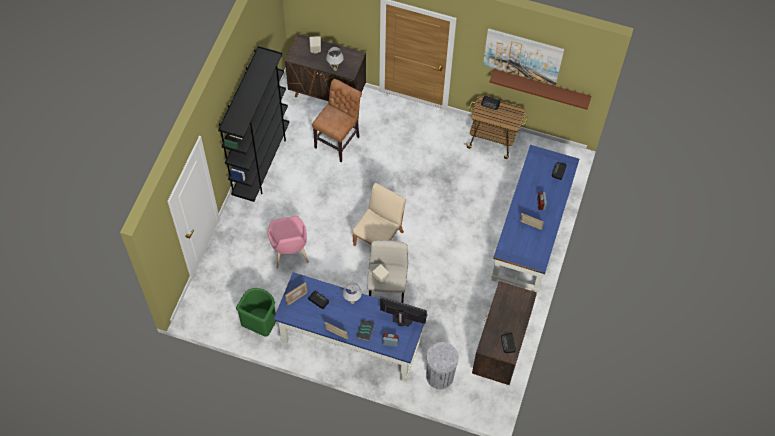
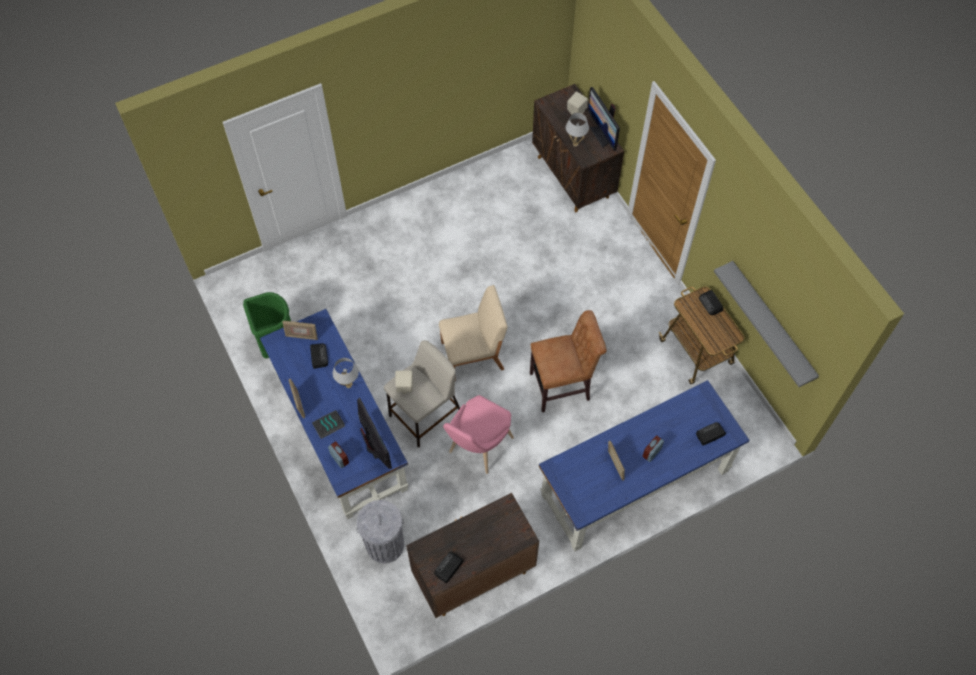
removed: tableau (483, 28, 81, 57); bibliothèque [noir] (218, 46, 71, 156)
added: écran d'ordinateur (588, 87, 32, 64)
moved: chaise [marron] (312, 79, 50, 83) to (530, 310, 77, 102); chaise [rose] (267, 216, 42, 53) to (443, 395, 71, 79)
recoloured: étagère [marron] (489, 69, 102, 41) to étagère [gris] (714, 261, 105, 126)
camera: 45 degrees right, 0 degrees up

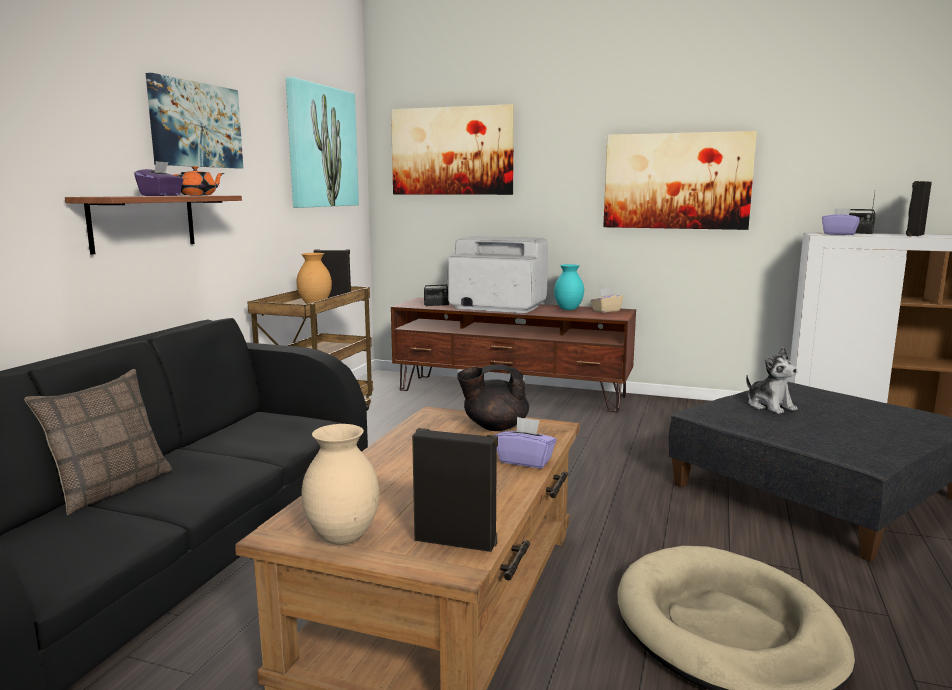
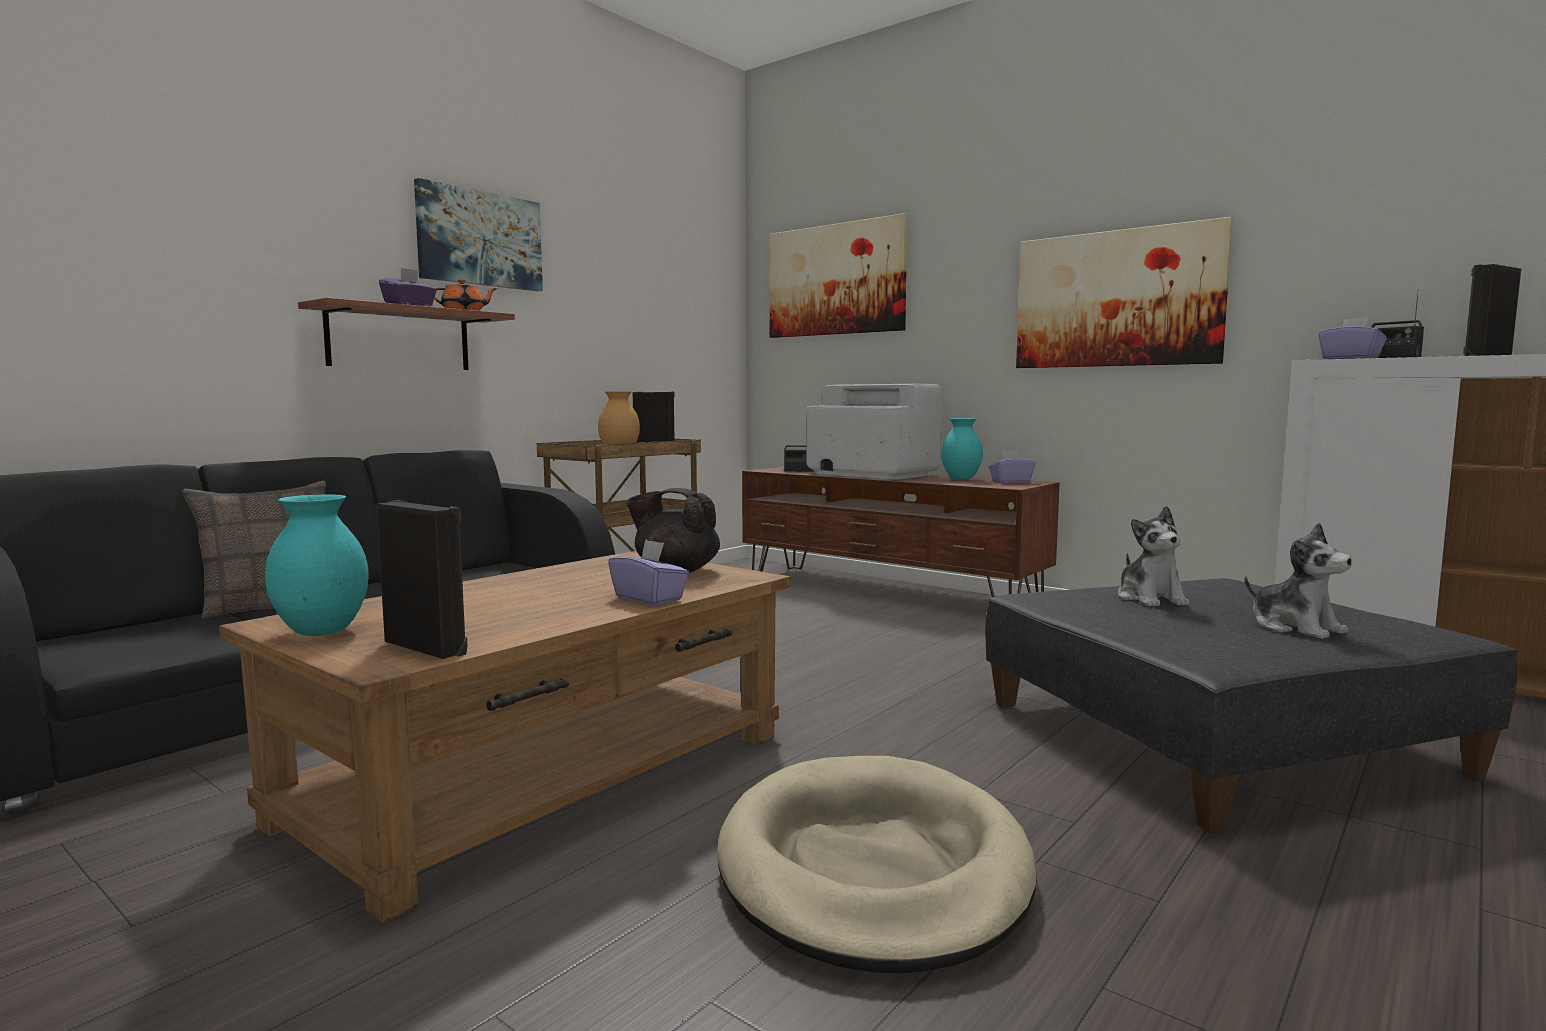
removed: tableau (286, 77, 73, 131)
added: peluche (1244, 523, 108, 116)
recoloured: boîte à mouchoirs [beige] (590, 288, 33, 25) to boîte à mouchoirs [violet] (989, 450, 46, 33); vase [beige] (301, 424, 78, 121) to vase [turquoise] (265, 494, 104, 142)
camera: 20 degrees right, 5 degrees down

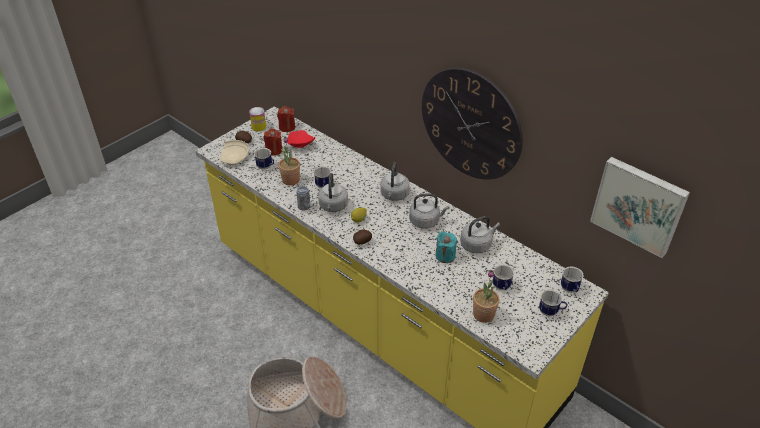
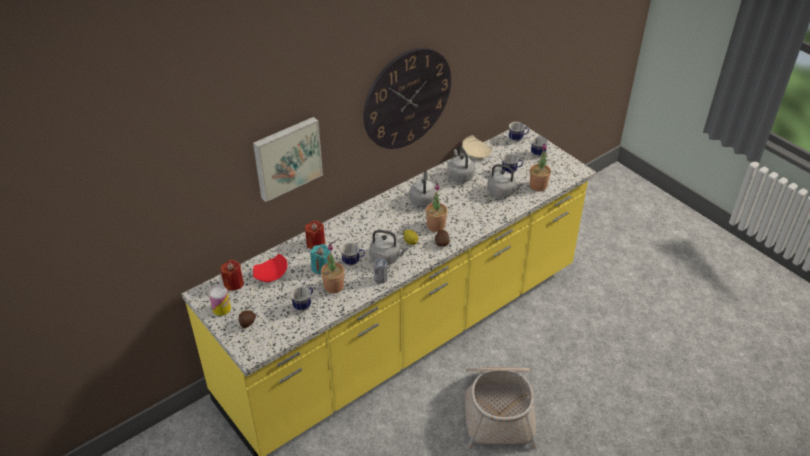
added: plante en pot (426, 183, 22, 49)
moved: bougie [rouge] (263, 128, 20, 28) to (305, 220, 20, 29); assiette [beige] (220, 140, 29, 25) to (462, 135, 31, 24); tableau (590, 157, 100, 101) to (253, 117, 70, 85); bouilloire [gris] (380, 162, 30, 39) to (487, 164, 37, 34); bougie [turquoise] (436, 231, 21, 32) to (310, 244, 21, 30)
camera: 80 degrees left, 0 degrees up

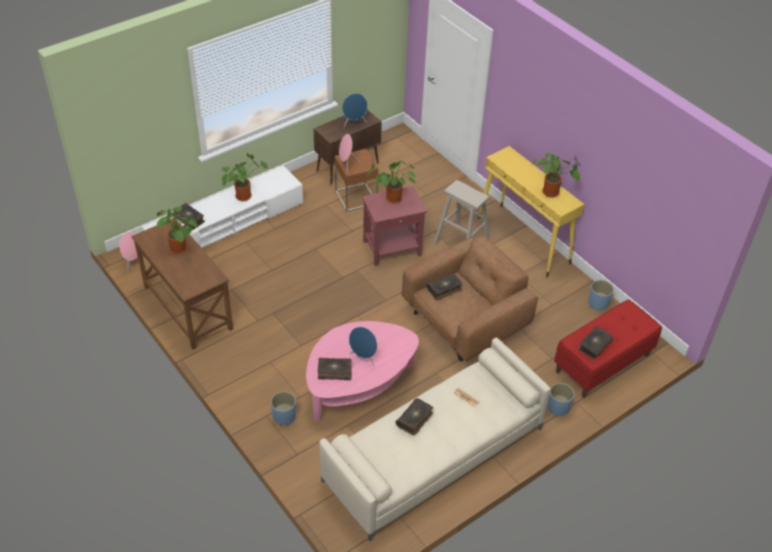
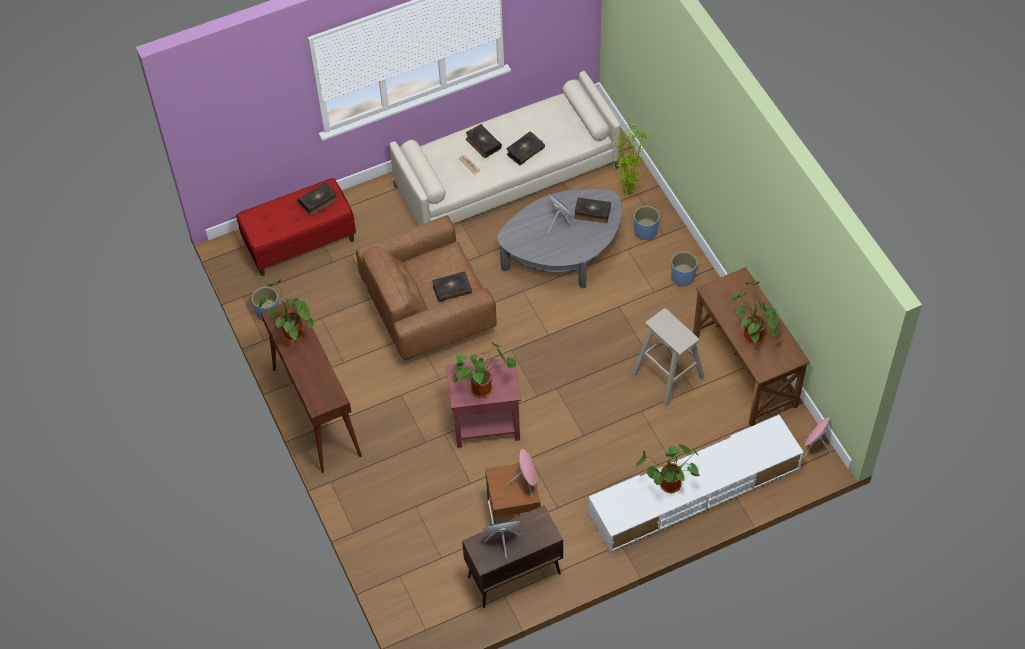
added: plante en pot (613, 122, 38, 74)
moved: tabouret [beige] (433, 180, 57, 65) to (632, 308, 73, 99); livre (172, 203, 33, 27) to (466, 124, 36, 34); cache-pot [bleu] (547, 383, 28, 34) to (671, 251, 27, 36)
recoloured: table console [jaune] (477, 146, 107, 132) to table console [marron] (261, 298, 101, 175); table basse [rose] (306, 321, 113, 100) to table basse [gris] (498, 189, 125, 100)
camera: 165 degrees left, 10 degrees up

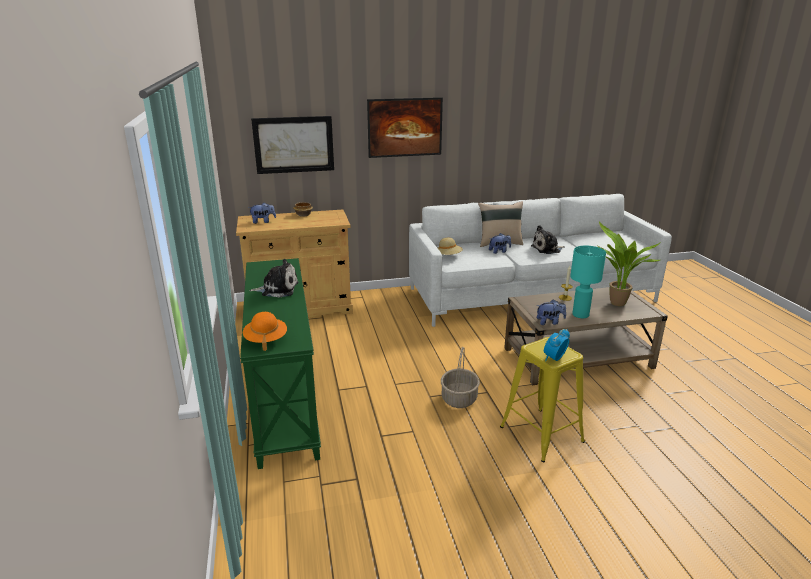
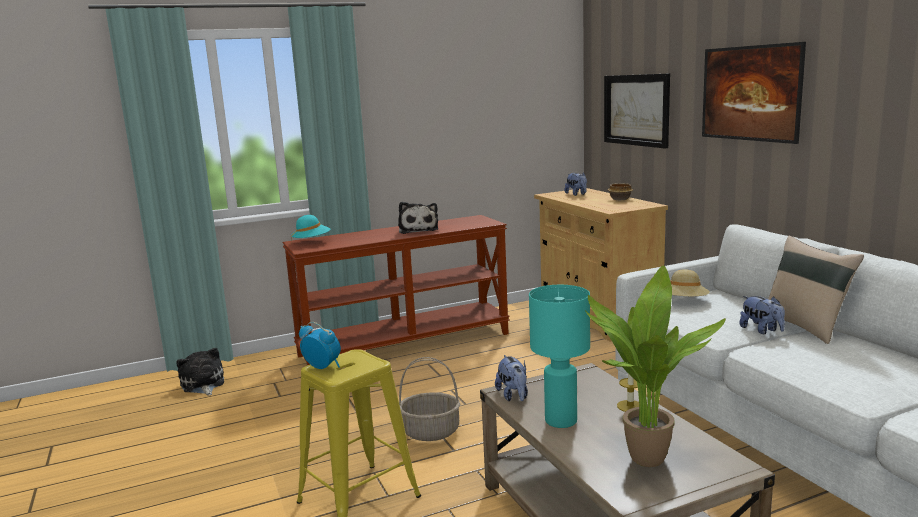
moved: peluche (531, 225, 34, 29) to (176, 348, 48, 47)
recoloured: table console [vert] (240, 258, 81, 211) to table console [marron] (282, 215, 228, 150); chapeau [orange] (243, 312, 44, 39) to chapeau [turquoise] (291, 215, 39, 27)
camera: 80 degrees right, 10 degrees down

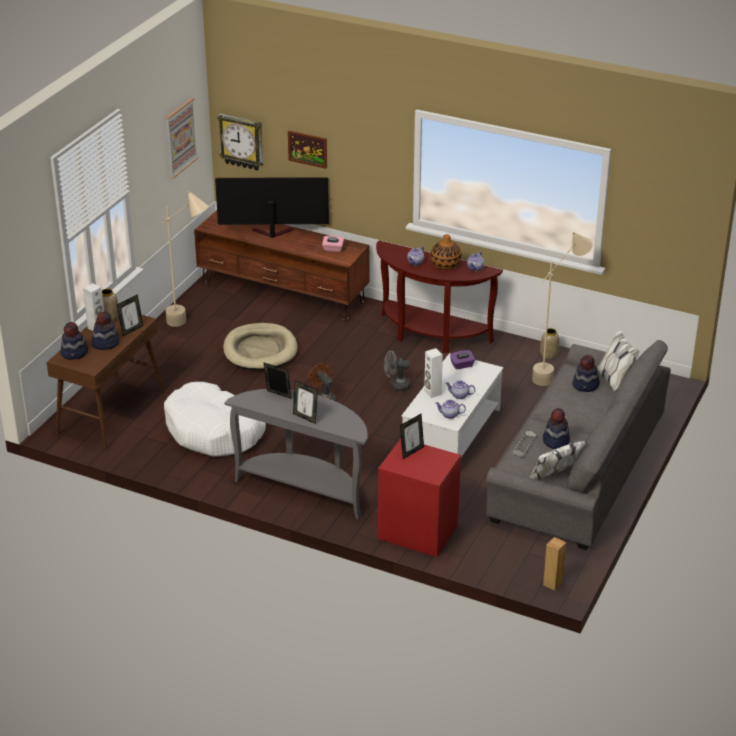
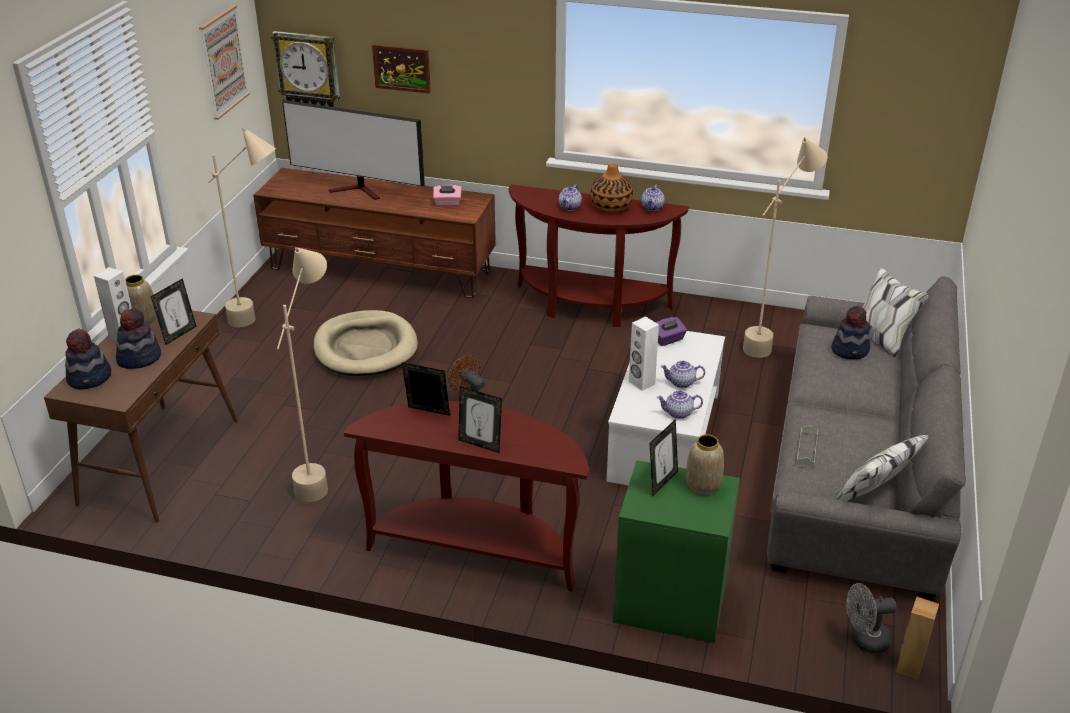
removed: chapeau (543, 408, 27, 41)
moved: vase (540, 328, 19, 32) to (686, 434, 38, 61); ventilateur [gris] (384, 351, 26, 40) to (846, 583, 51, 71)
replaced: panier pour chien [blanc] (164, 382, 102, 75) to lampadaire [beige] (277, 247, 51, 255)
recoloured: table console [gris] (225, 389, 143, 130) to table console [marron] (344, 401, 245, 191); table de chevet [rouge] (378, 439, 83, 118) to table de chevet [vert] (613, 460, 127, 183)
turned: téléviseur (215, 177, 114, 61) = (282, 100, 143, 100) 150 degrees counterclockwise
camera: 10 degrees left, 0 degrees up

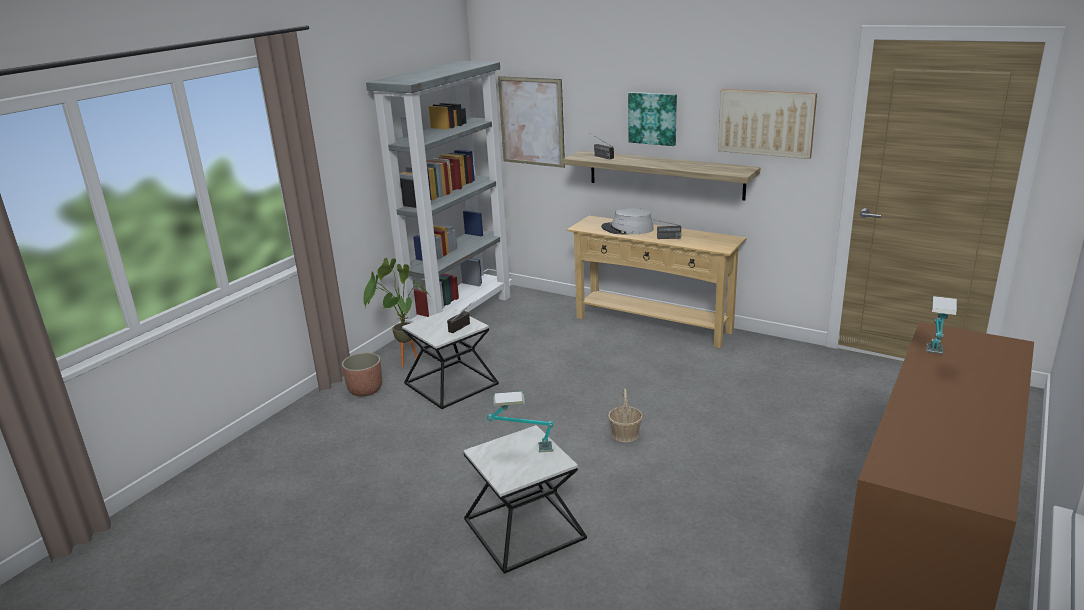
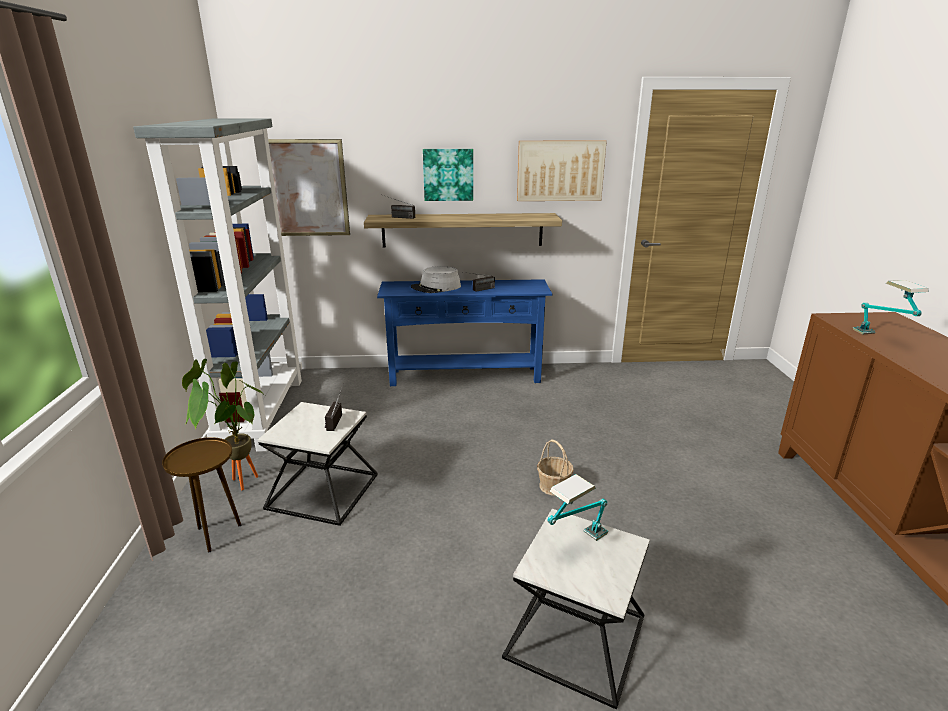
replaced: cache-pot (342, 352, 40, 44) to table d'appoint [marron] (162, 437, 79, 115)
recoloured: table console [beige] (567, 216, 179, 132) to table console [bleu] (377, 279, 175, 107)
camera: 35 degrees left, 0 degrees up

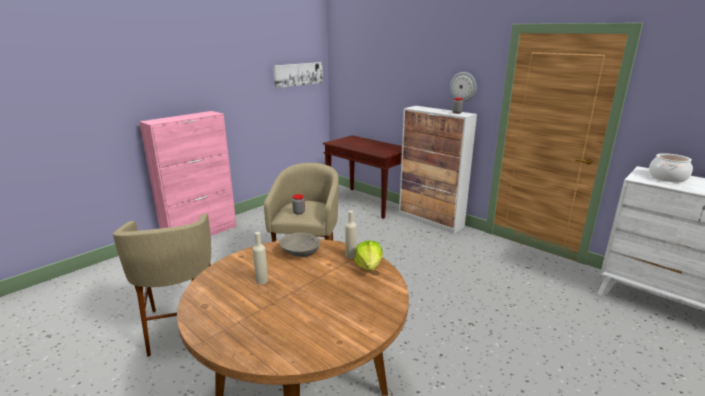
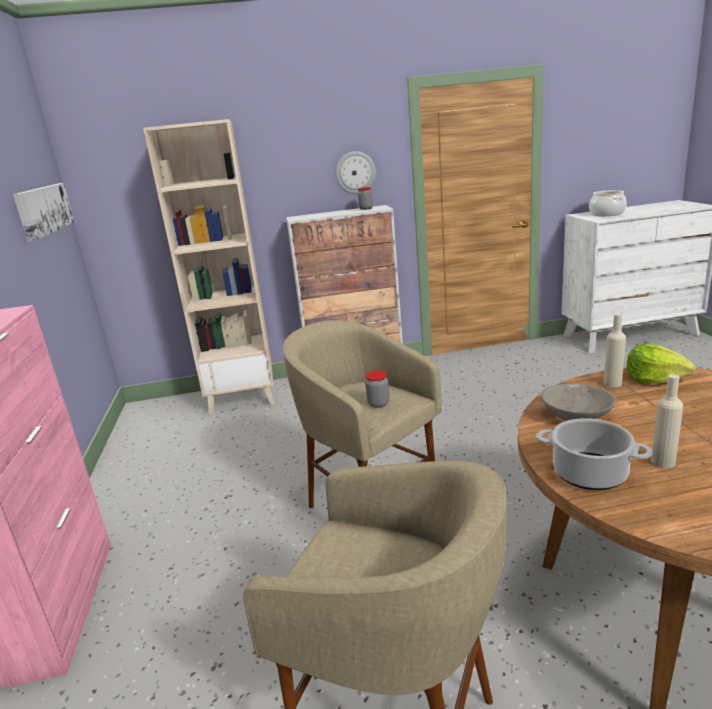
added: marmite (536, 418, 117, 72)
replaced: table console [marron] (323, 135, 79, 84) to bibliothèque [beige] (143, 119, 132, 296)
camera: 50 degrees left, 0 degrees up

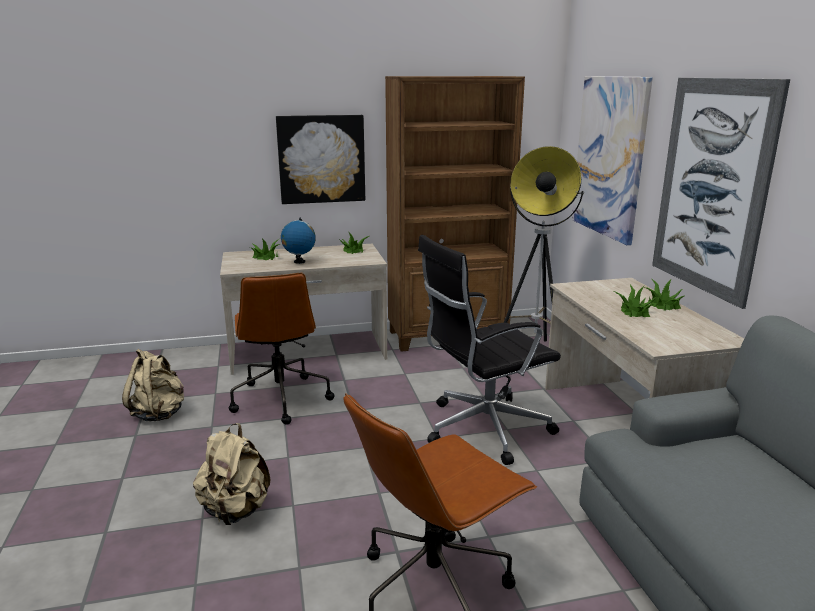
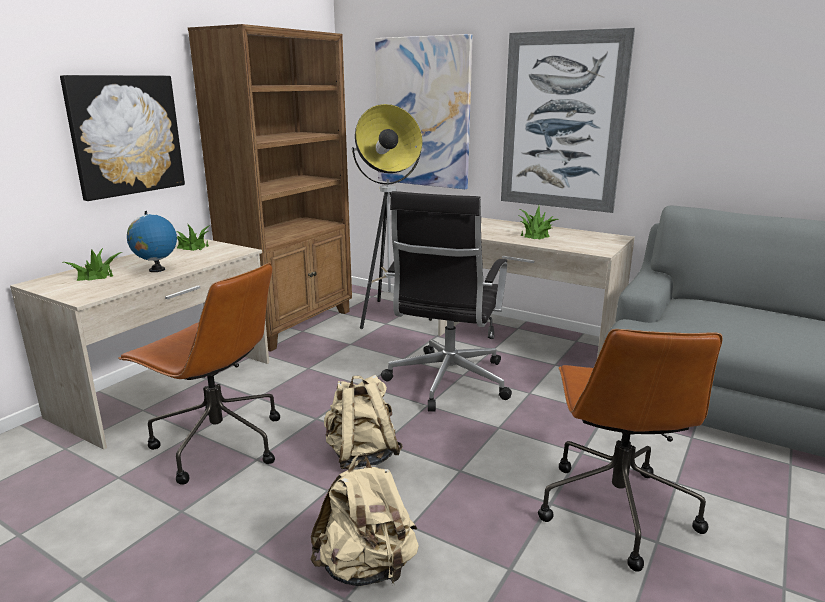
moved: sac à dos [beige] (122, 349, 62, 72) to (324, 375, 79, 94)
camera: 45 degrees left, 0 degrees up

